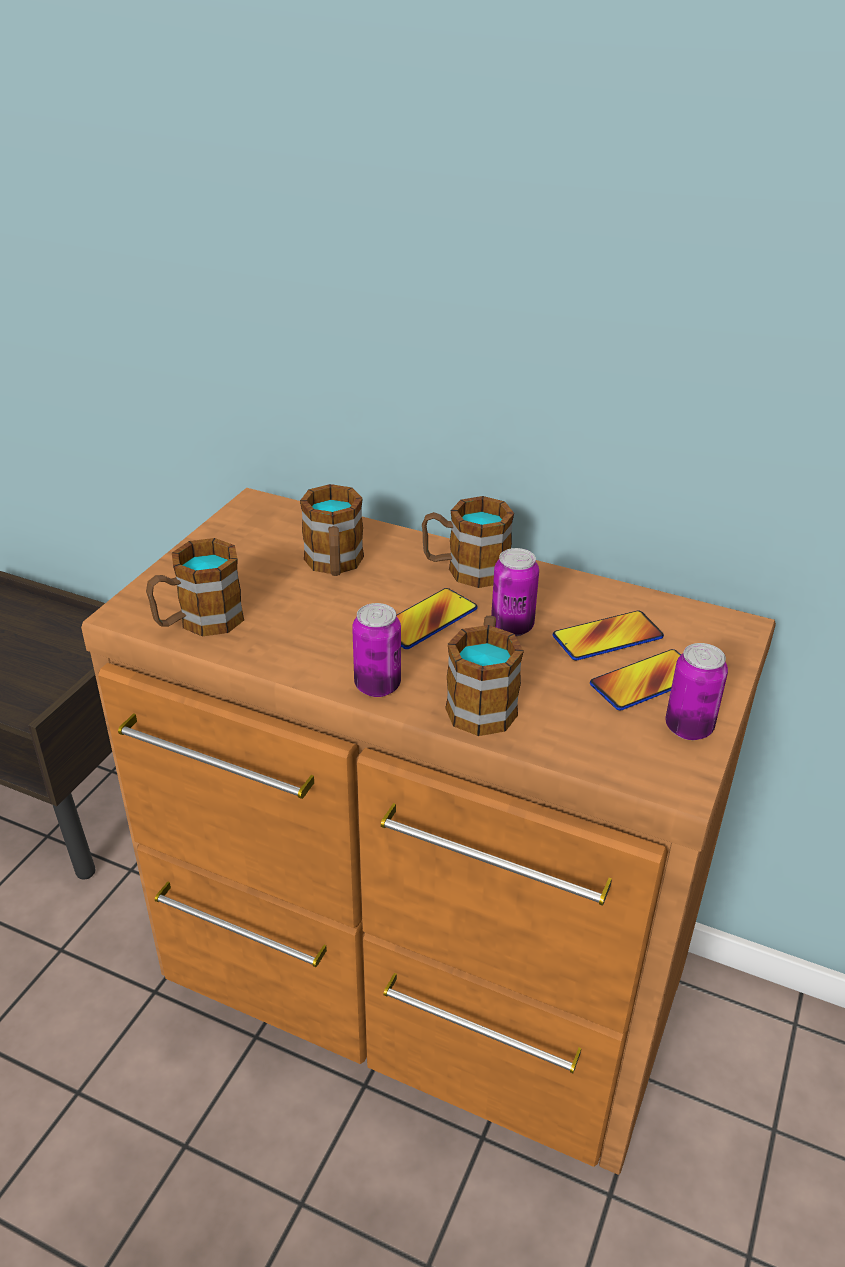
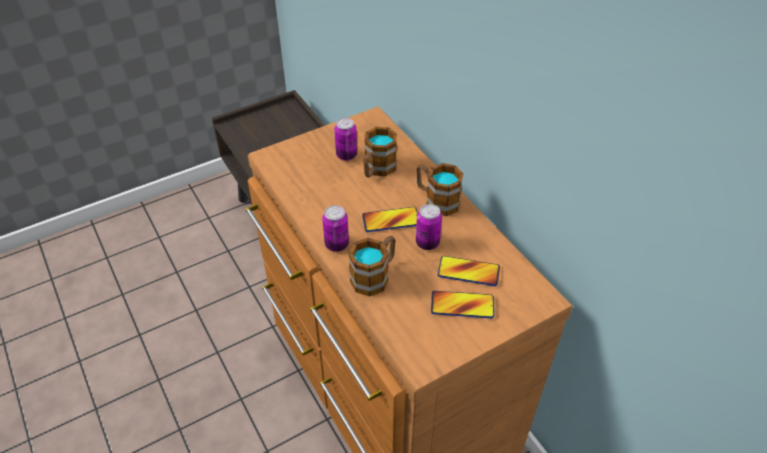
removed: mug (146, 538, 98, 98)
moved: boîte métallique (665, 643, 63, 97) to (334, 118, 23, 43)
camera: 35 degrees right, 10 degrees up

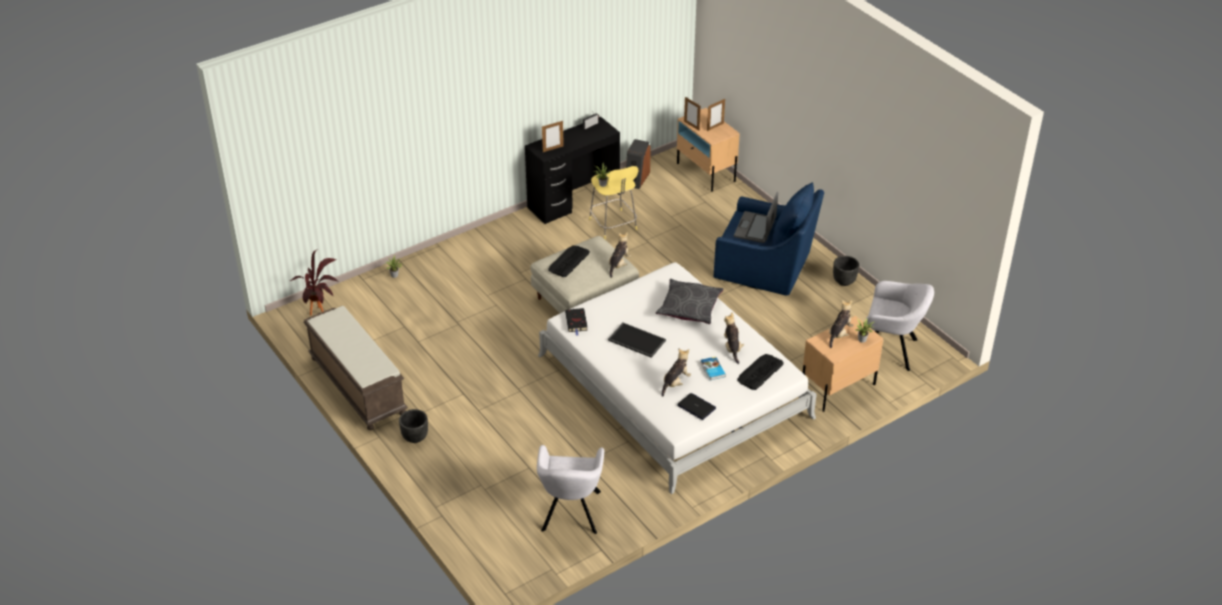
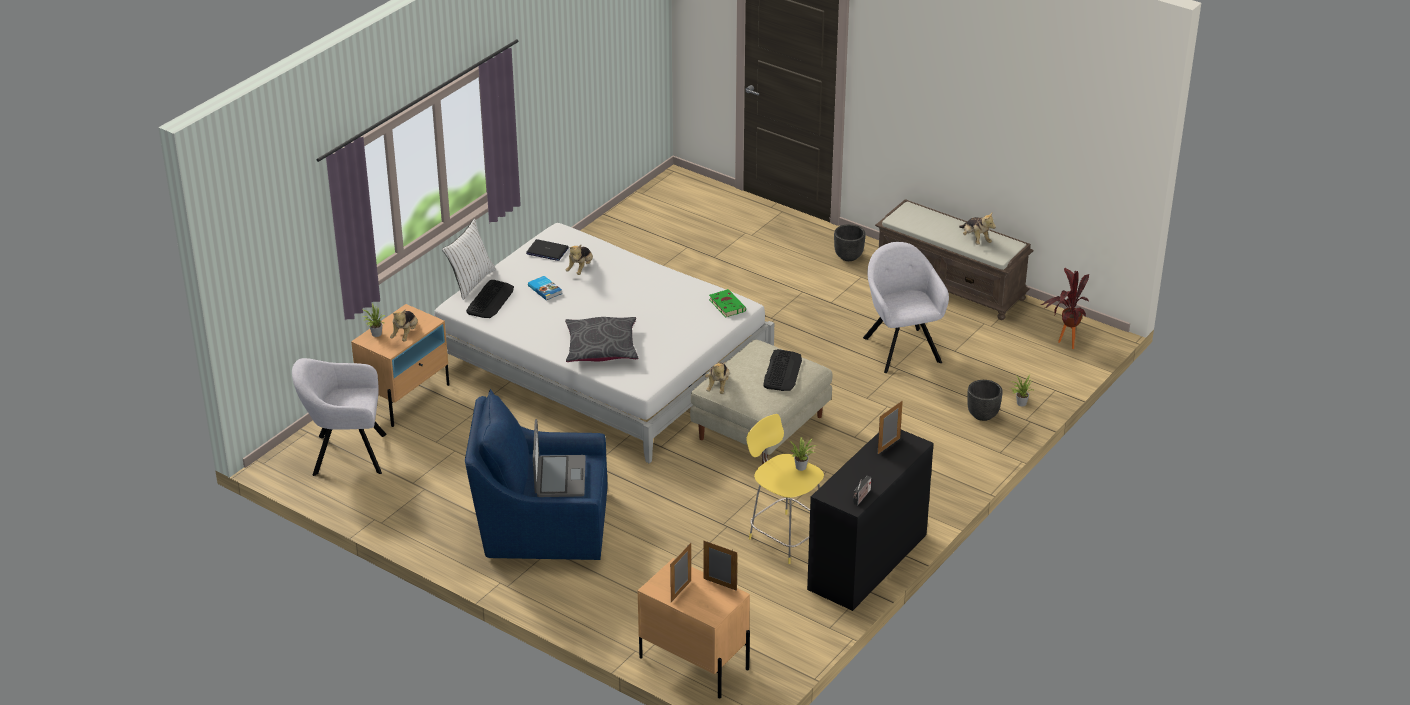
removed: enceinte (626, 139, 25, 50); plateau (608, 323, 58, 35)
added: coussin [blanc] (442, 218, 54, 82)
moved: cache-pot [noir] (833, 256, 26, 30) to (967, 380, 36, 41); peluche (724, 312, 20, 52) to (959, 211, 37, 34); fauteuil [gris] (537, 445, 67, 89) to (863, 242, 86, 131)
recoloured: livre [noir] (565, 308, 22, 28) to livre [vert] (709, 289, 37, 29)
camera: 160 degrees right, 5 degrees down

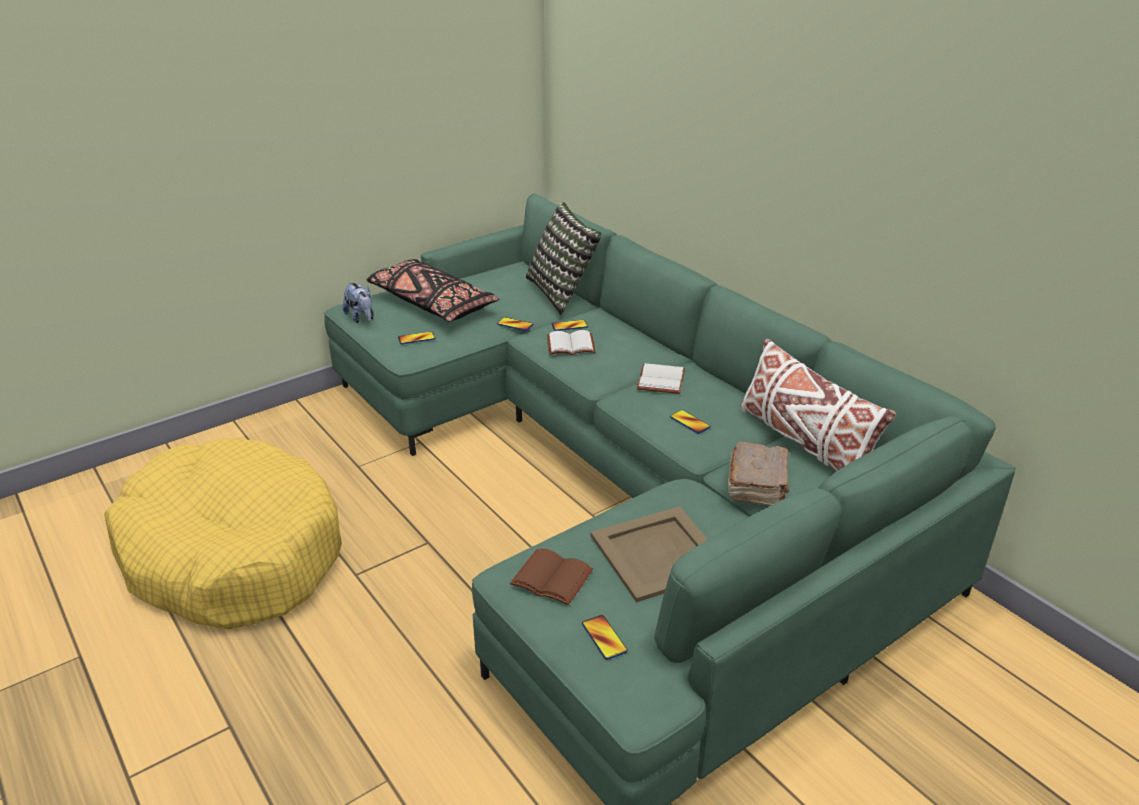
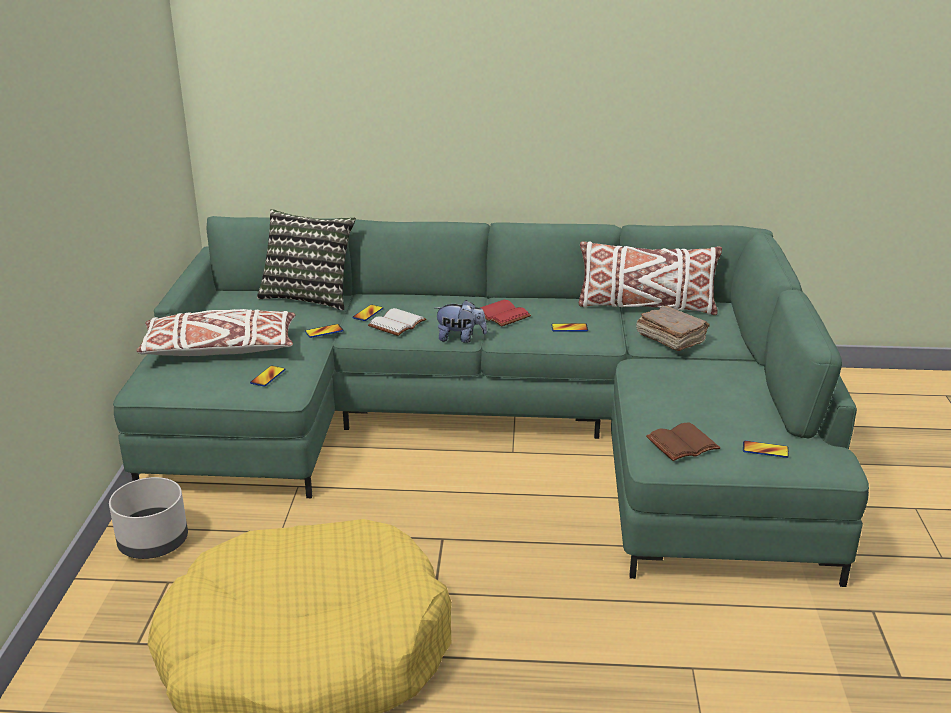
removed: plateau [beige] (591, 506, 117, 97)
added: cache-pot [gris] (109, 477, 79, 82)
moved: peluche (343, 282, 31, 41) to (435, 300, 52, 43)
recoloured: coussin [noir] (366, 259, 134, 63) to coussin [blanc] (136, 309, 160, 47); livre [blanc] (637, 363, 48, 31) to livre [rouge] (480, 300, 51, 27)
camera: 50 degrees left, 5 degrees down

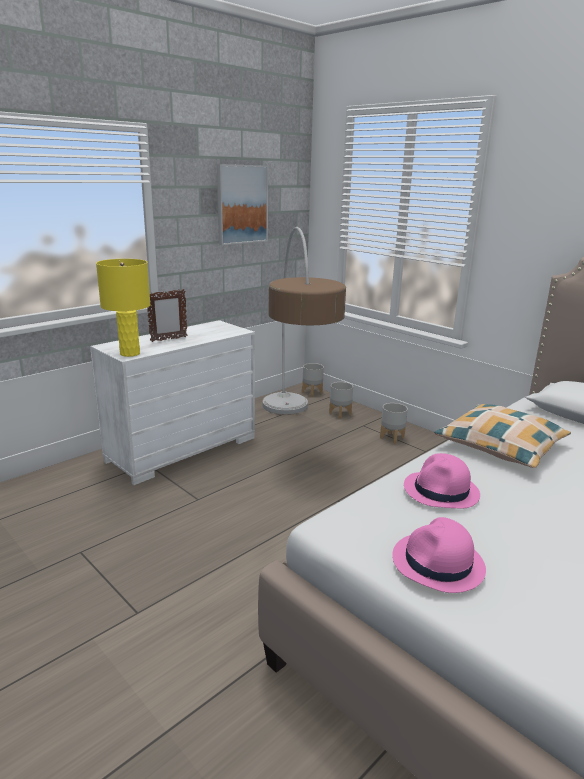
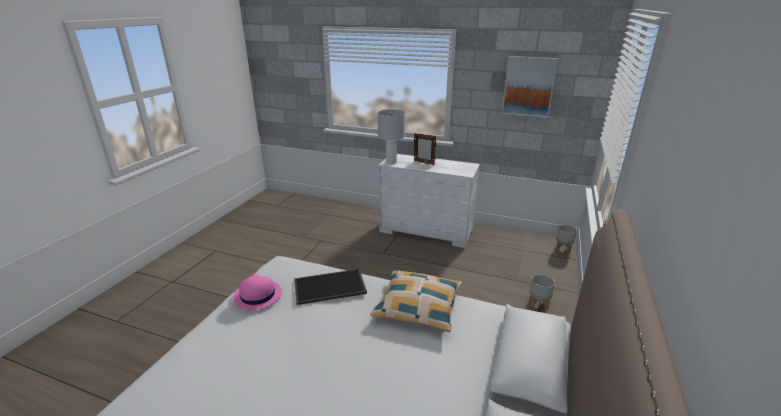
removed: lampadaire (262, 227, 84, 188); cache-pot [gris] (329, 382, 24, 37)
replaced: chapeau [rose] (404, 453, 76, 56) to plateau (294, 269, 73, 36)
recoloured: lampe de table [jaune] (96, 259, 55, 98) to lampe de table [gris] (378, 109, 27, 56)
camera: 65 degrees right, 5 degrees up

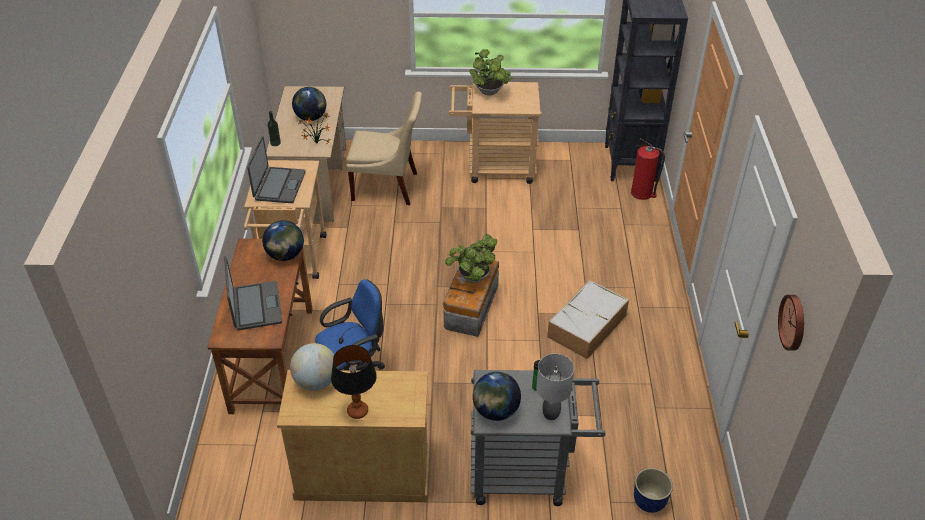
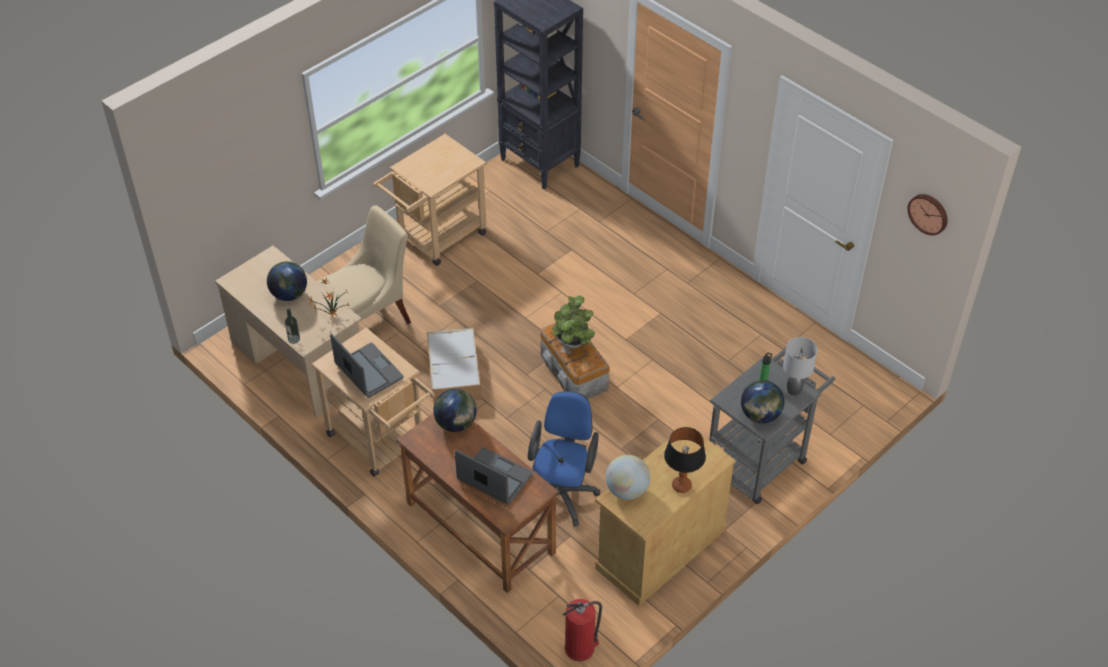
removed: plante en pot (469, 49, 43, 46); cache-pot (634, 468, 39, 45)
moved: extincteur (631, 138, 34, 62) to (563, 599, 39, 62); boîte de rangement (547, 280, 82, 79) to (427, 328, 54, 76)
camera: 45 degrees left, 5 degrees up

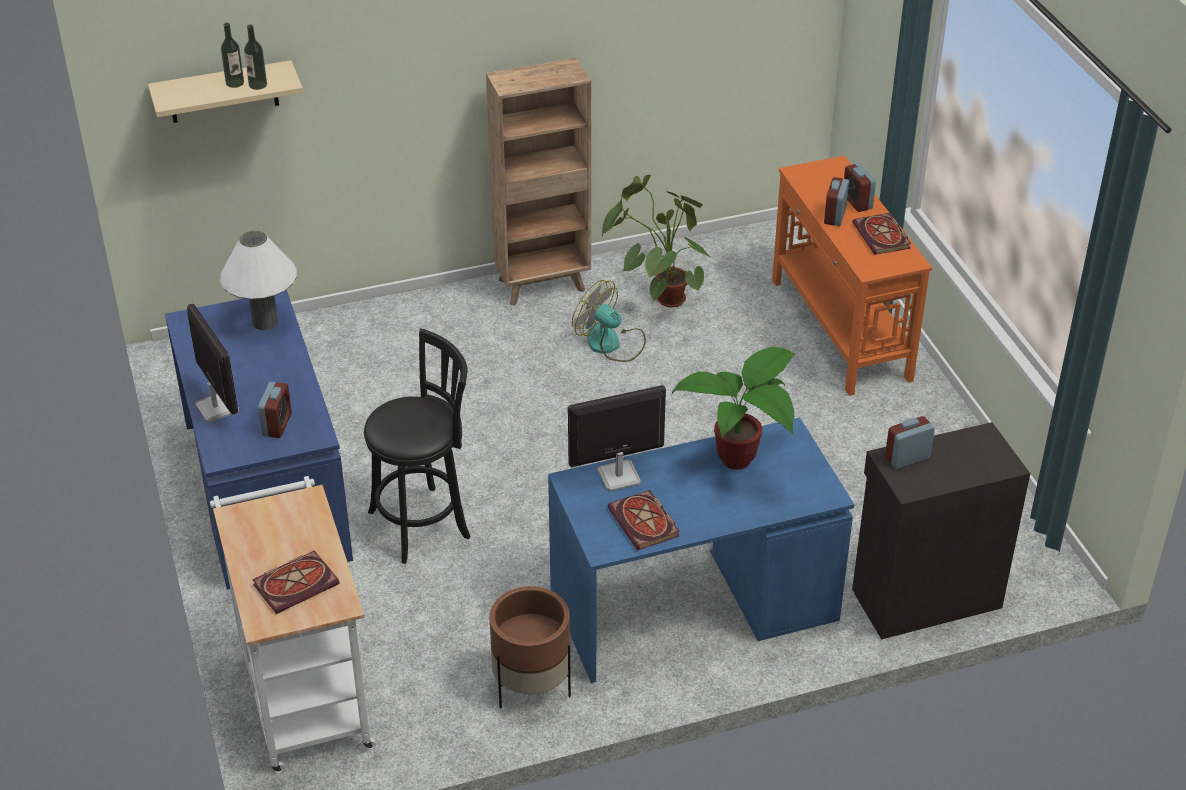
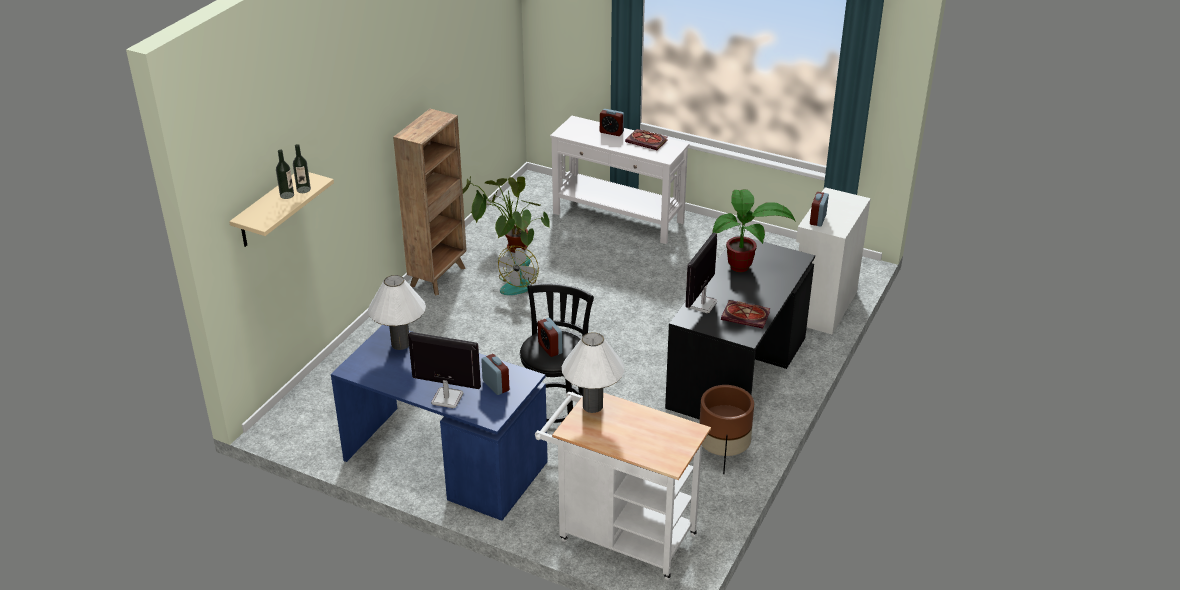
removed: livre (252, 550, 88, 64)
added: lampe de table [blanc] (562, 332, 62, 81)
moved: réveil (824, 177, 25, 49) to (538, 318, 24, 39)
recoloured: table console [orange] (772, 156, 160, 240) to table console [blanc] (550, 116, 139, 128); bureau [bleu] (548, 417, 306, 266) to bureau [noir] (665, 235, 150, 185); meuble de rangement [noir] (852, 422, 178, 217) to meuble de rangement [blanc] (796, 187, 75, 147)
turned: ventilateur (572, 280, 74, 82) = (498, 246, 41, 49) 60 degrees counterclockwise
camera: 45 degrees left, 5 degrees down

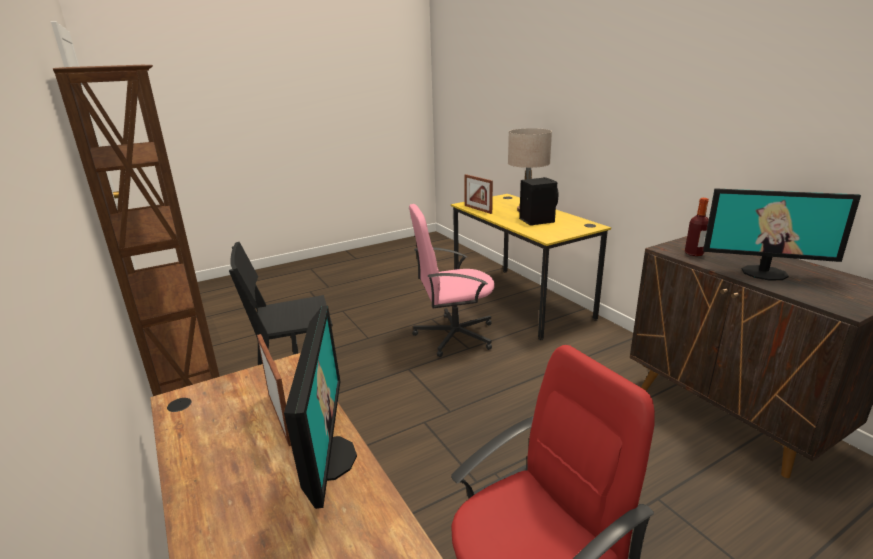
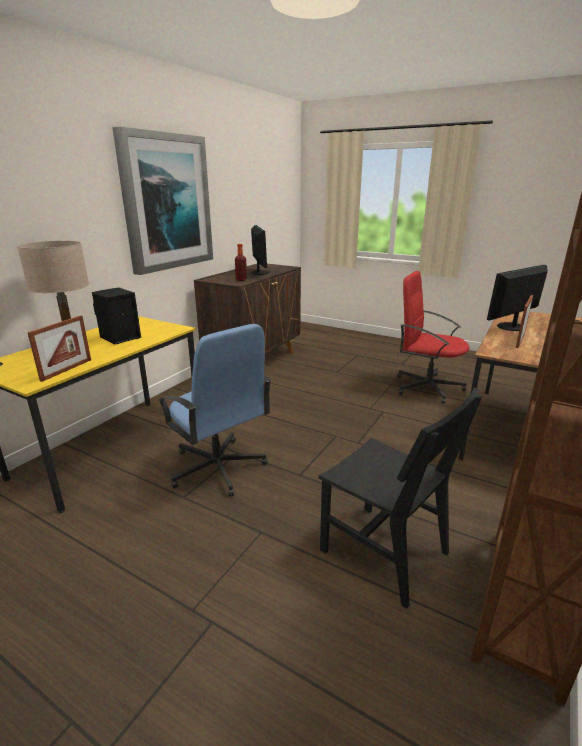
added: tableau (112, 126, 101, 149)
recoloured: chaise de bureau [rose] (409, 204, 86, 153) to chaise de bureau [bleu] (157, 324, 114, 172)
camera: 120 degrees left, 0 degrees up

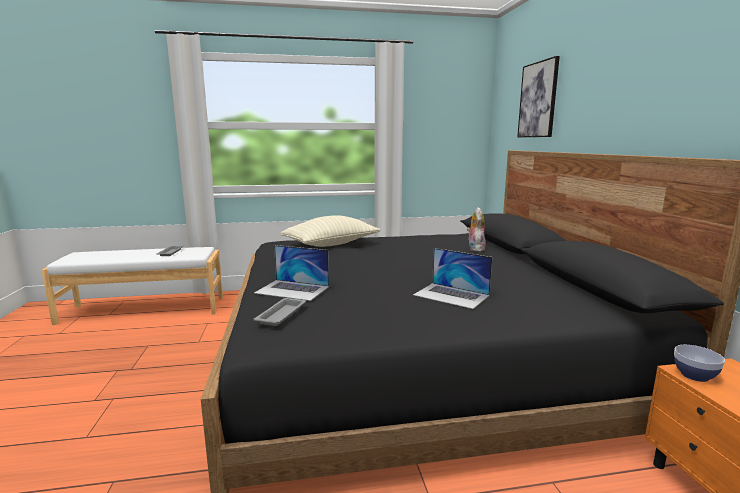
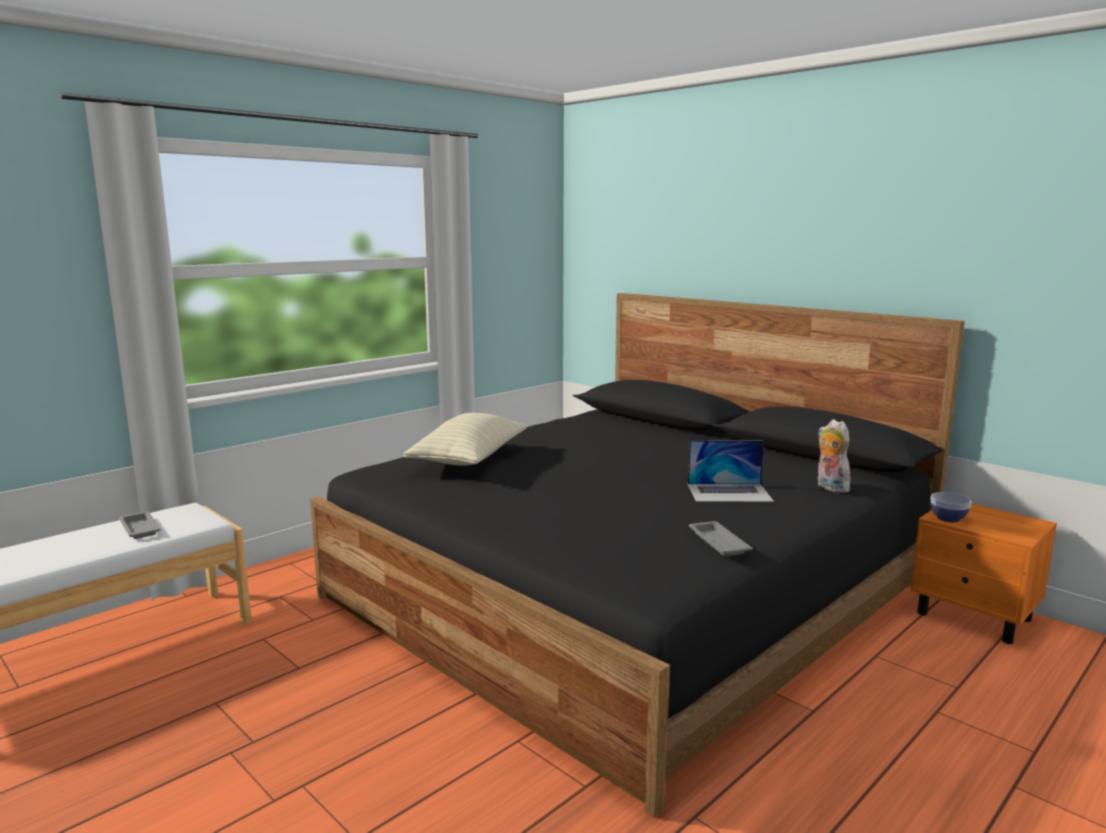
removed: tableau (517, 56, 43, 81); ordinateur portable (254, 245, 75, 56)
moved: peluche (467, 207, 19, 45) to (817, 419, 34, 74); plateau [gris] (253, 298, 53, 28) to (689, 521, 64, 35)
camera: 35 degrees left, 0 degrees up

